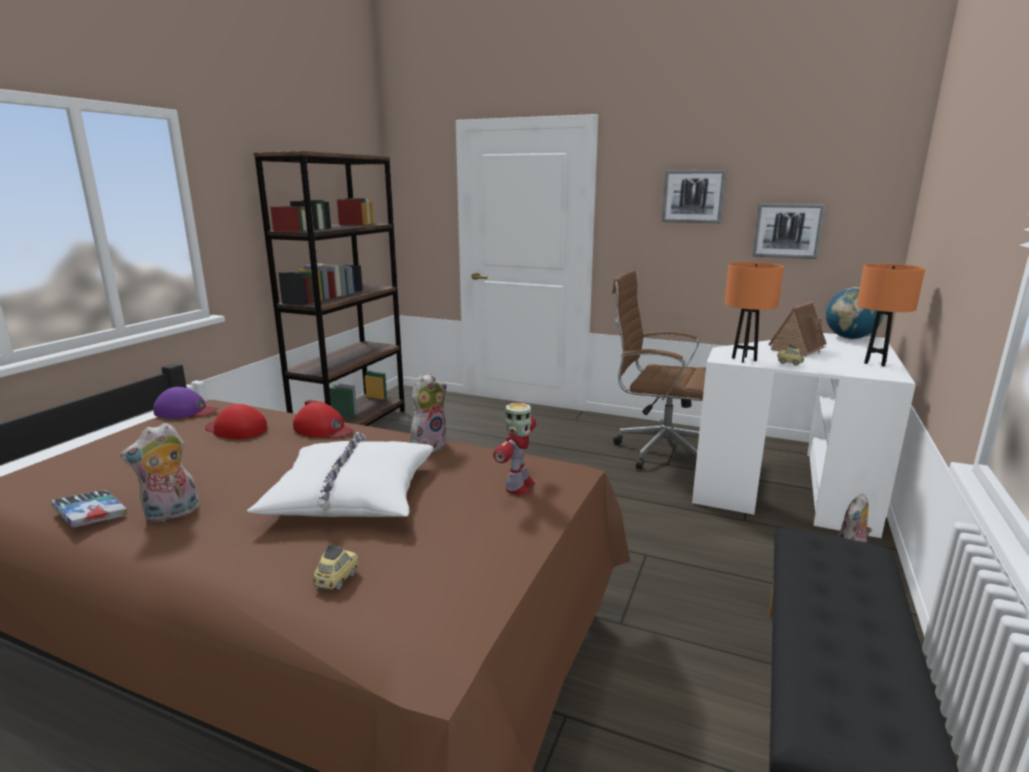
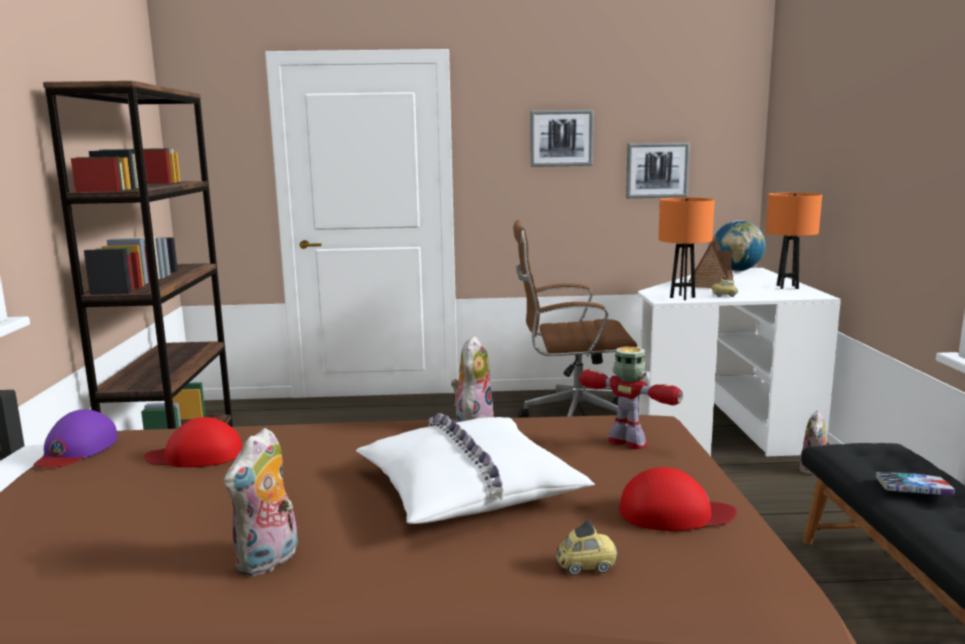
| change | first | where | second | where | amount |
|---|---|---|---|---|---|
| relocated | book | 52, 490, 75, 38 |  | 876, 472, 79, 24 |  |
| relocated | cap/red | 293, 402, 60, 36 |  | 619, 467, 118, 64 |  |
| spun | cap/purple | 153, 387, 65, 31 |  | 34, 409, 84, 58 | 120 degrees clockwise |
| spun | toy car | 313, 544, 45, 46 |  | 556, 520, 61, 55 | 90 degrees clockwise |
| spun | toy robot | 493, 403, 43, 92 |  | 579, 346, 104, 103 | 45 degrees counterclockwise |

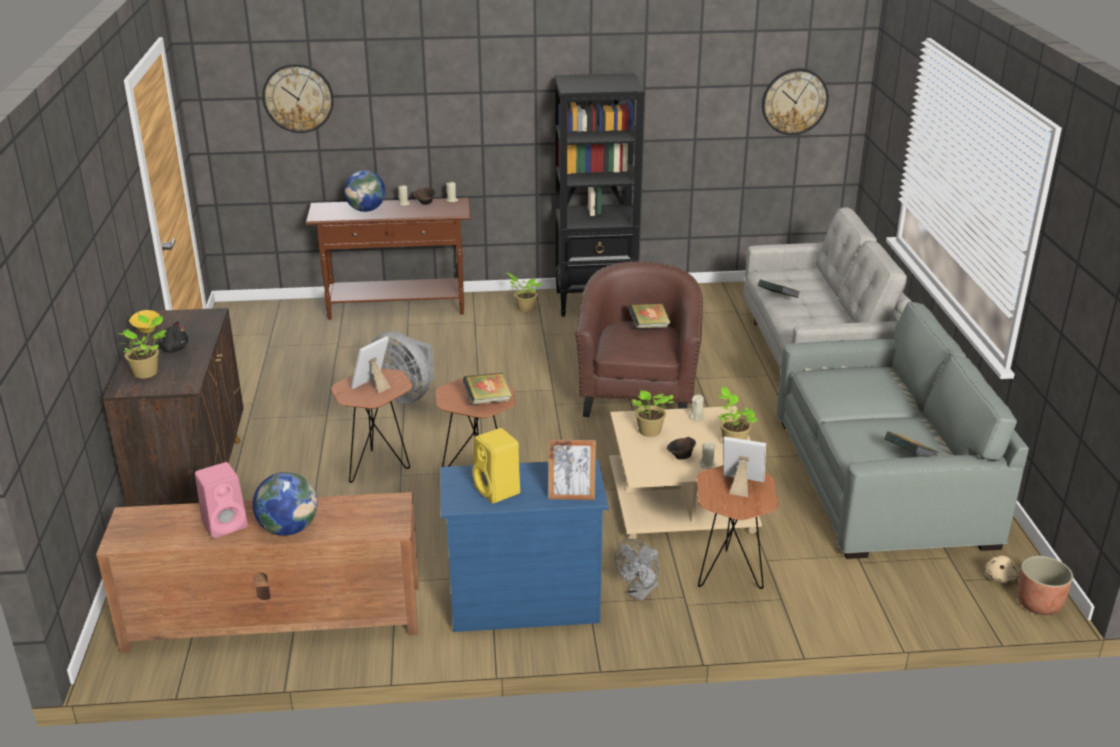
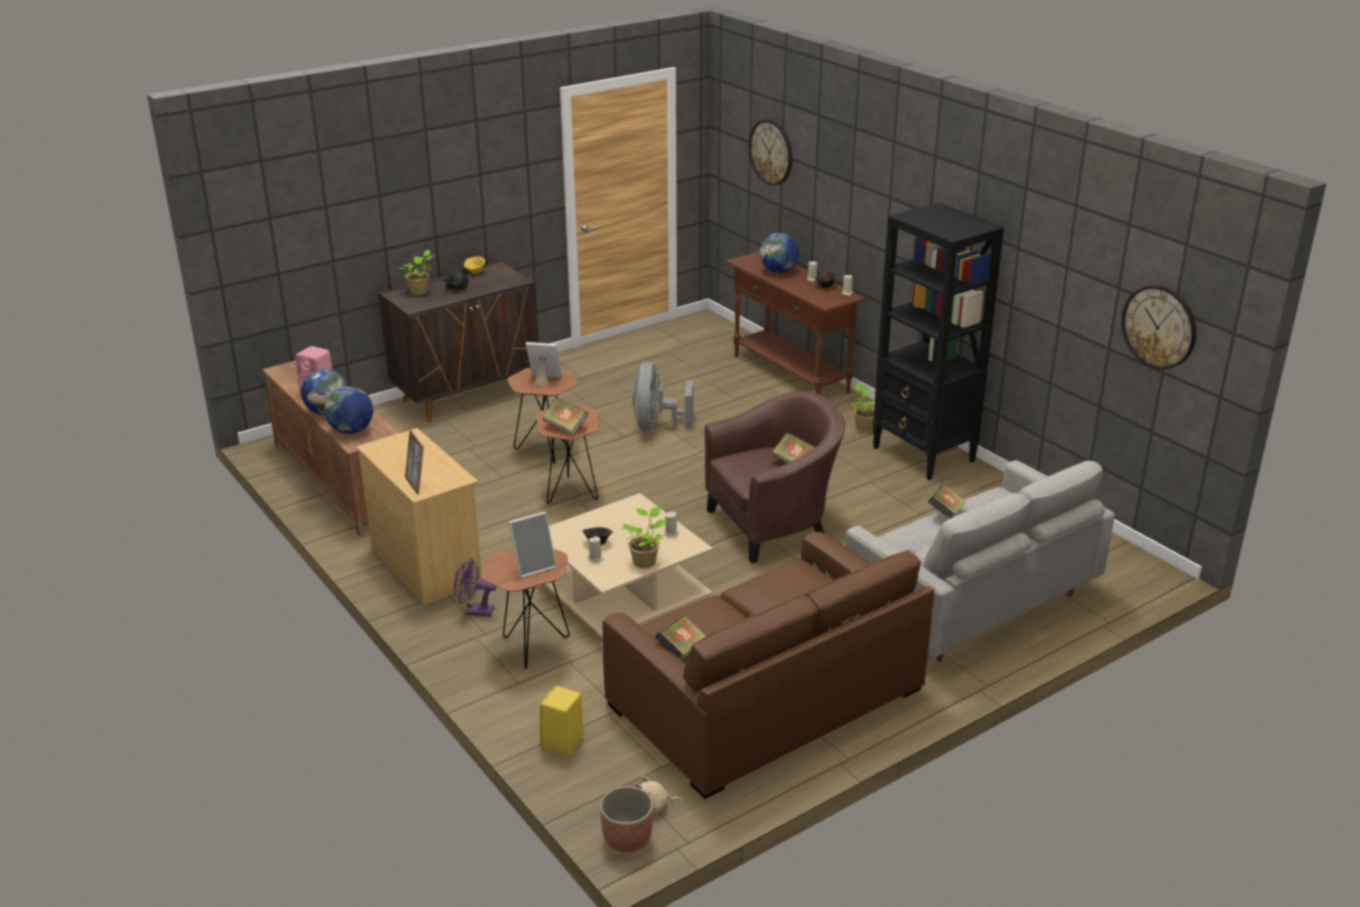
| change | first | where | second | where | amount |
|---|---|---|---|---|---|
| missing | potted plant | 632, 390, 42, 47 |  |  |  |
| appeared |  |  | globe | 324, 386, 49, 48 |  |
| relocated | speaker/yellow | 472, 428, 48, 76 |  | 539, 686, 45, 70 |  |
| colour | dresser/blue | 440, 459, 169, 173 | dresser/beige | 356, 428, 126, 177 |  |
| colour | fan/grey | 615, 539, 45, 62 | fan/purple | 454, 558, 43, 59 |  |
| colour | sofa/grey | 777, 301, 252, 258 | sofa/brown | 602, 532, 332, 267 |  |
| spun | picture frame | 723, 437, 43, 60 |  | 509, 512, 48, 66 | 75 degrees clockwise |

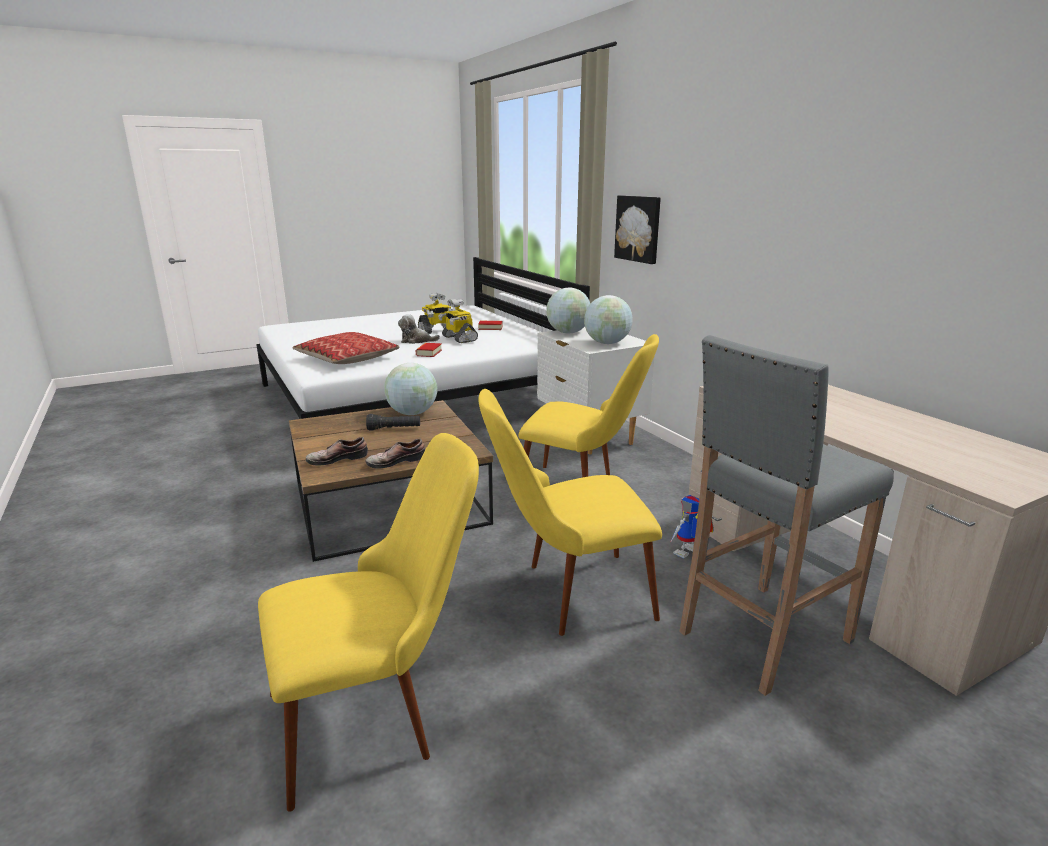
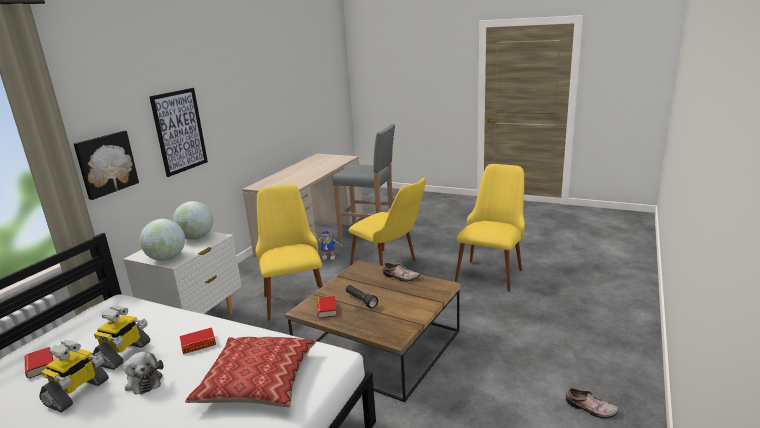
| change | first | where | second | where | amount |
|---|---|---|---|---|---|
| appeared |  |  | picture | 149, 88, 59, 89 |  |
| relocated | shoe | 306, 437, 62, 29 |  | 566, 387, 53, 32 |  |
| exchanged | globe | 384, 363, 53, 52 | book | 317, 296, 20, 22 |  |
| spun | chair/yellow | 258, 433, 221, 379 |  | 455, 164, 70, 128 | 90 degrees clockwise |
| spun | toy robot | 418, 293, 37, 41 |  | 39, 340, 70, 73 | 90 degrees clockwise |

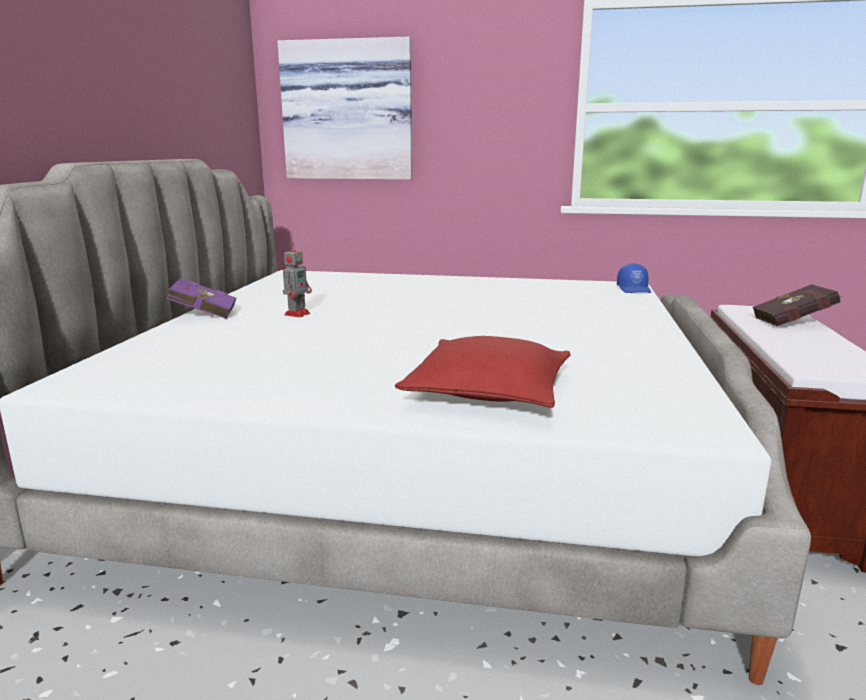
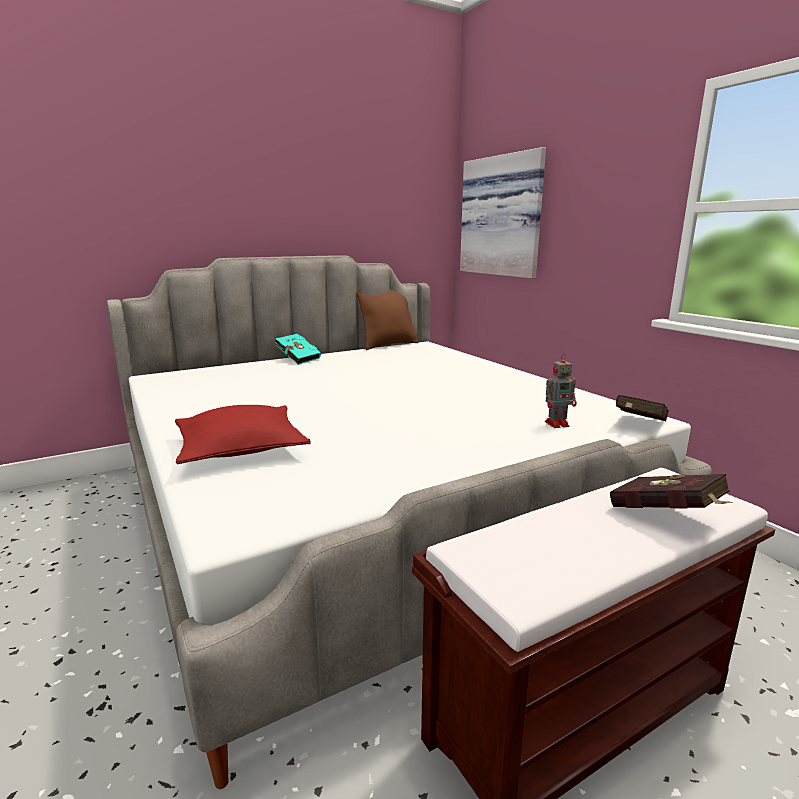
| change | first | where | second | where | amount |
|---|---|---|---|---|---|
| appeared |  |  | pillow/brown | 356, 290, 63, 60 |  |
| relocated | toy robot | 283, 242, 29, 75 |  | 545, 353, 32, 75 |  |
| exchanged | cap/blue | 617, 263, 34, 30 | book/red | 616, 395, 53, 26 |  |
| colour | book/purple | 167, 278, 69, 41 | book/turquoise | 275, 334, 46, 31 |  |

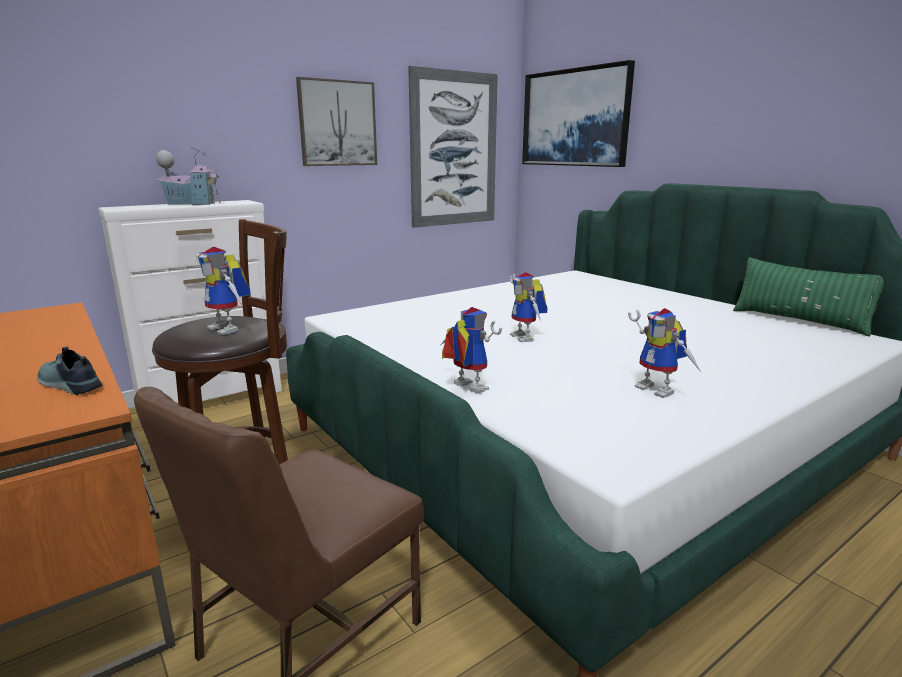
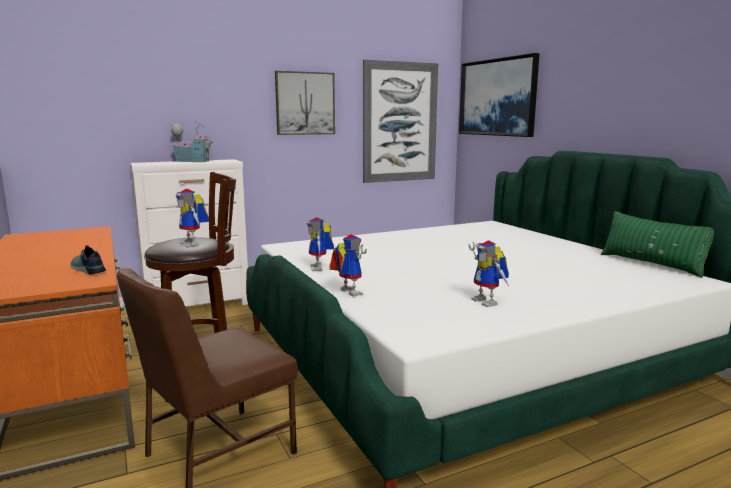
| change | first | where | second | where | amount |
|---|---|---|---|---|---|
| relocated | toy robot | 510, 272, 37, 70 |  | 307, 217, 27, 54 |  |

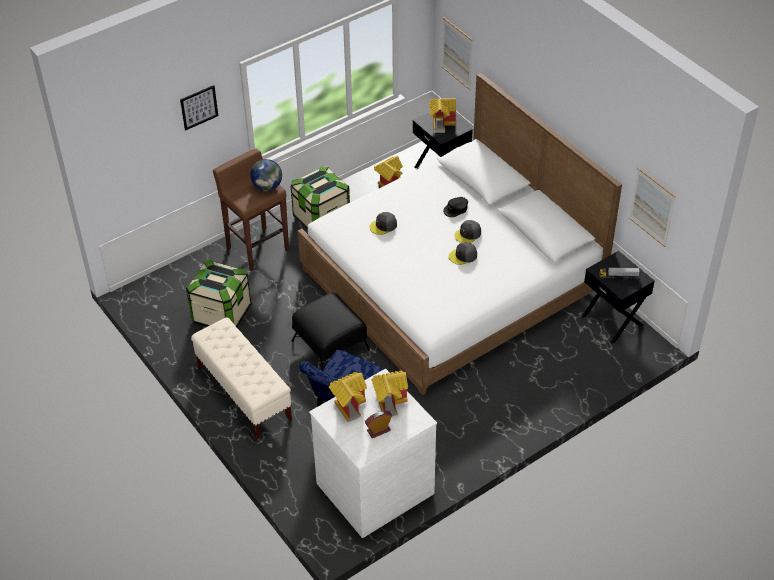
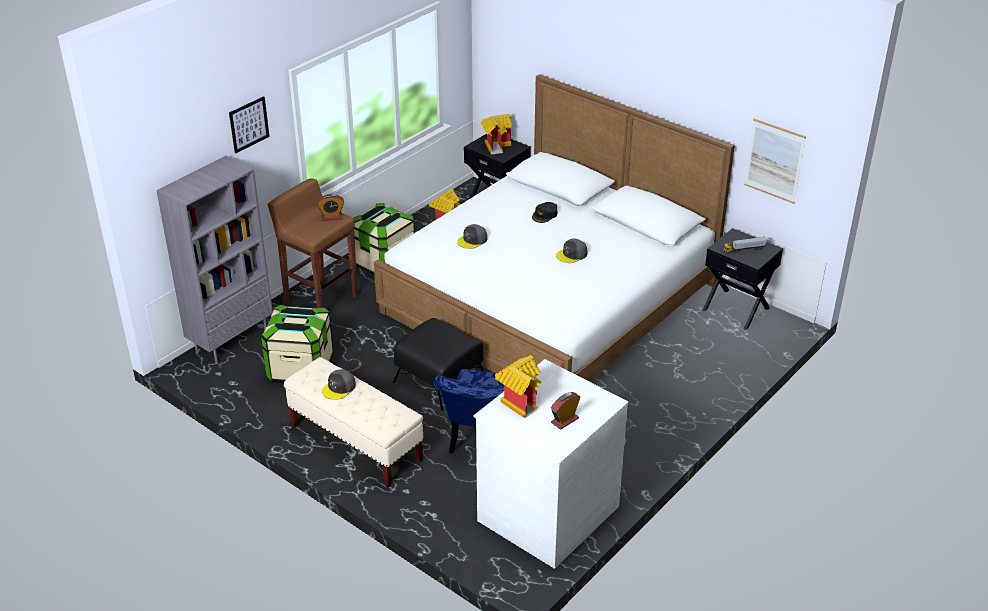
| change | first | where | second | where | amount |
|---|---|---|---|---|---|
| missing | toy house | 371, 370, 37, 46 |  |  |  |
| missing | picture | 442, 17, 31, 73 |  |  |  |
| appeared |  |  | bookcase/grey | 156, 155, 117, 209 |  |
| relocated | cap/grey | 454, 220, 27, 23 |  | 322, 369, 34, 31 |  |
| exchanged | globe | 250, 159, 32, 32 | alarm clock | 317, 194, 27, 27 |  |

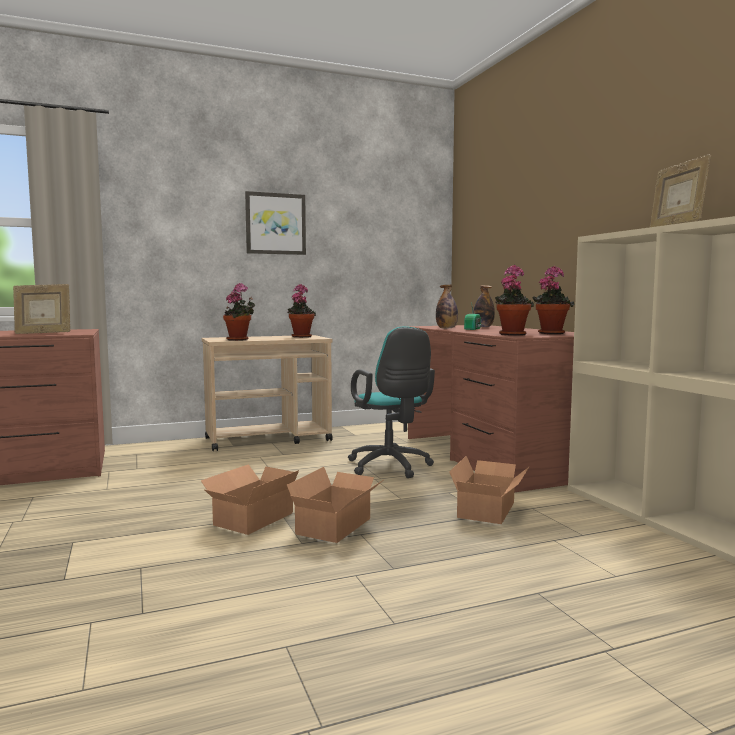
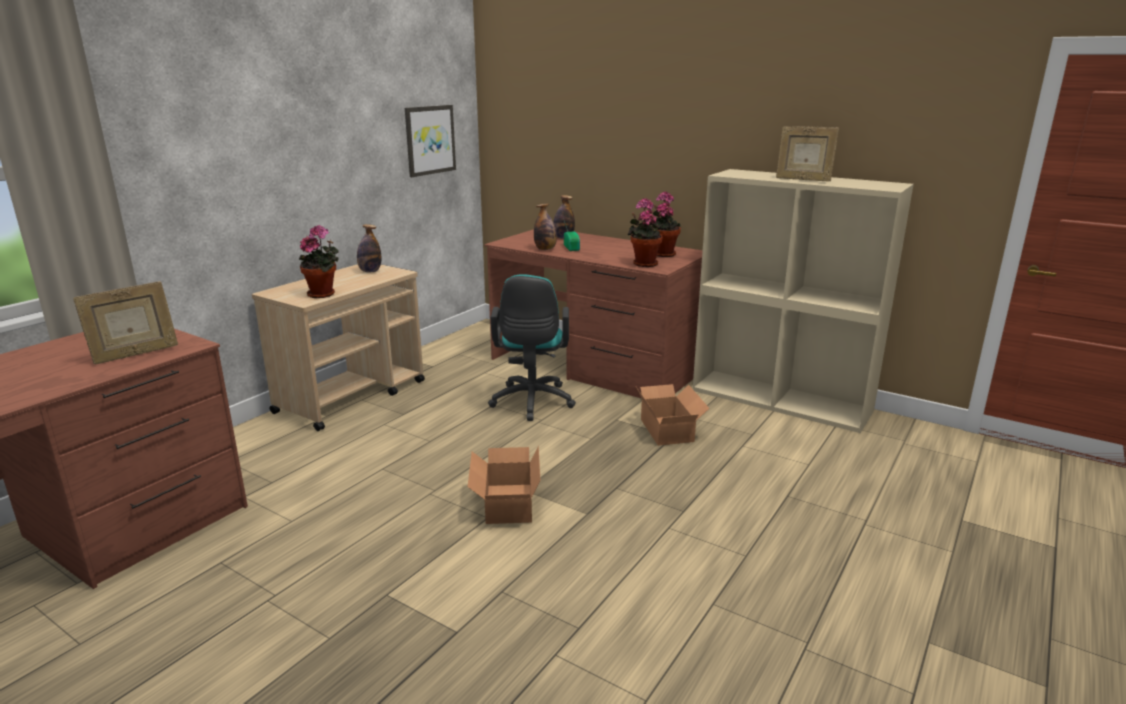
| change | first | where | second | where | amount |
|---|---|---|---|---|---|
| missing | cardboard box | 287, 467, 96, 76 |  |  |  |
| relocated | picture | 245, 191, 61, 64 |  | 405, 105, 51, 72 |  |
| exchanged | potted plant | 288, 284, 28, 54 | bottle | 357, 224, 24, 48 |  |
| spun | office chair/turquoise | 348, 327, 87, 151 |  | 488, 274, 88, 147 | 60 degrees clockwise |

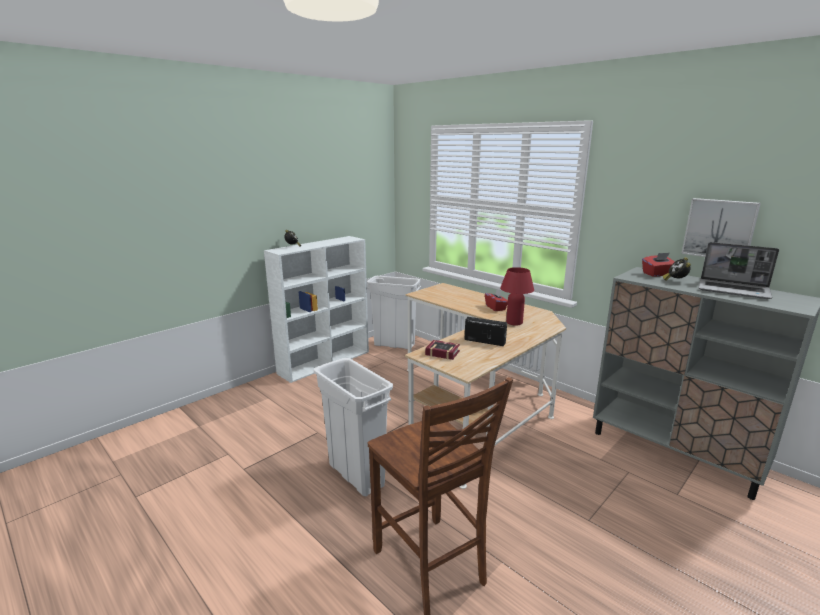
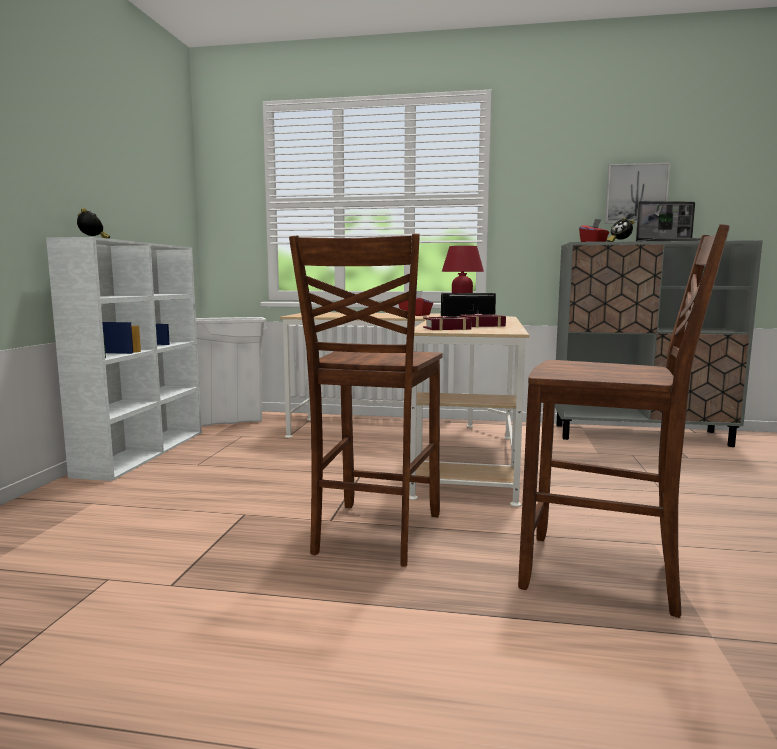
| change | first | where | second | where | amount |
|---|---|---|---|---|---|
| appeared |  |  | book | 460, 314, 46, 13 |  |
| exchanged | trash can/white | 314, 358, 79, 139 | chair/brown | 289, 233, 153, 334 |  |

